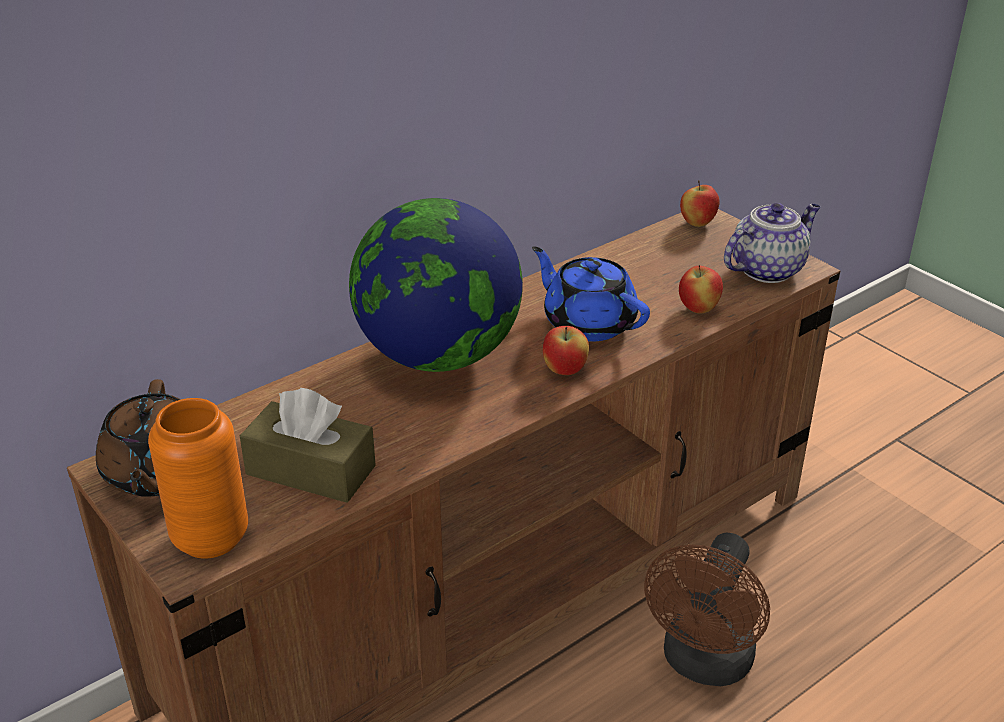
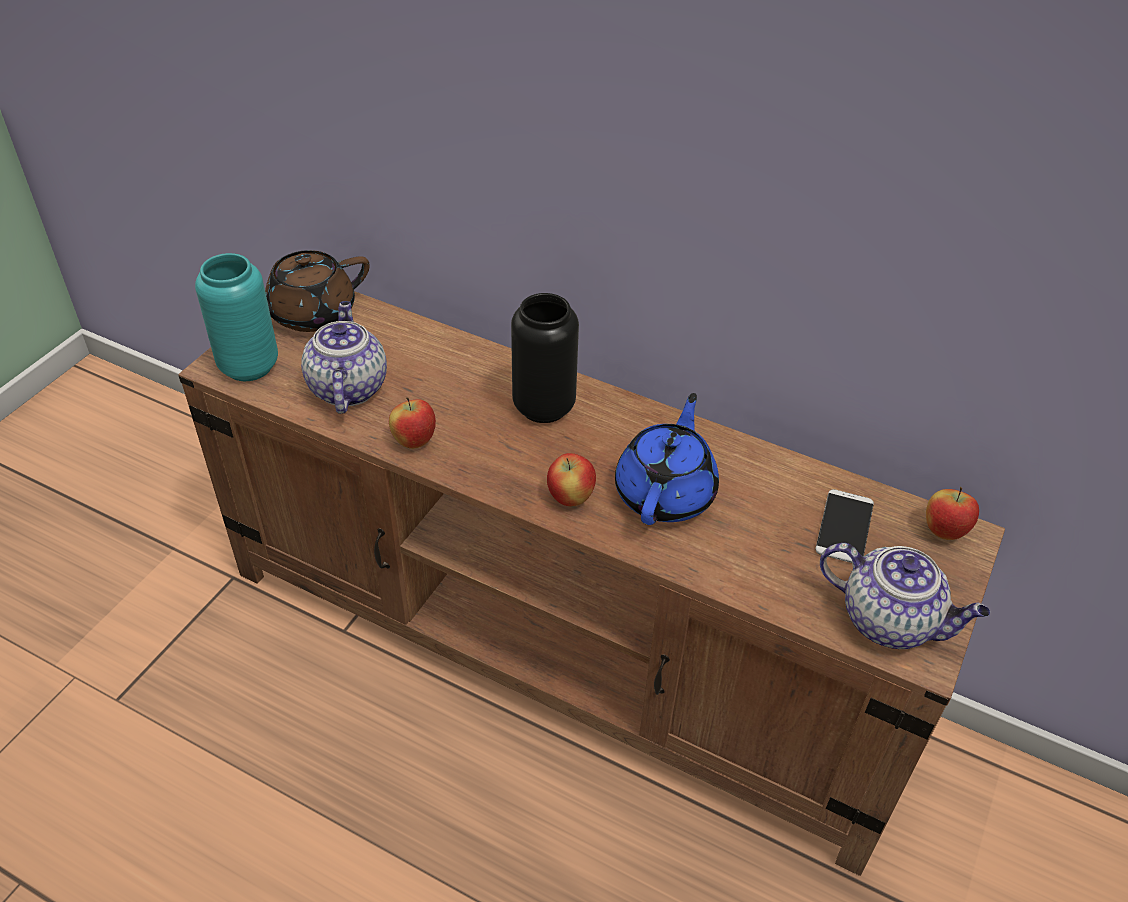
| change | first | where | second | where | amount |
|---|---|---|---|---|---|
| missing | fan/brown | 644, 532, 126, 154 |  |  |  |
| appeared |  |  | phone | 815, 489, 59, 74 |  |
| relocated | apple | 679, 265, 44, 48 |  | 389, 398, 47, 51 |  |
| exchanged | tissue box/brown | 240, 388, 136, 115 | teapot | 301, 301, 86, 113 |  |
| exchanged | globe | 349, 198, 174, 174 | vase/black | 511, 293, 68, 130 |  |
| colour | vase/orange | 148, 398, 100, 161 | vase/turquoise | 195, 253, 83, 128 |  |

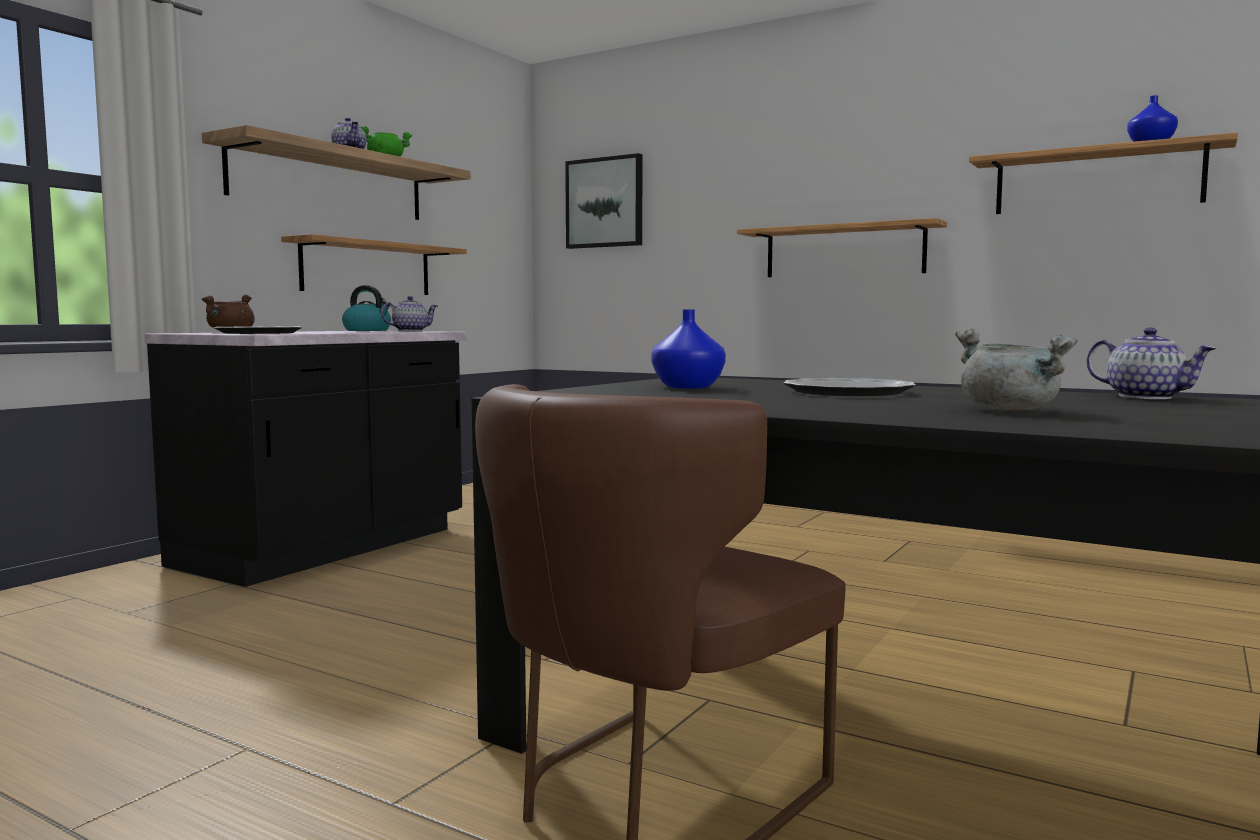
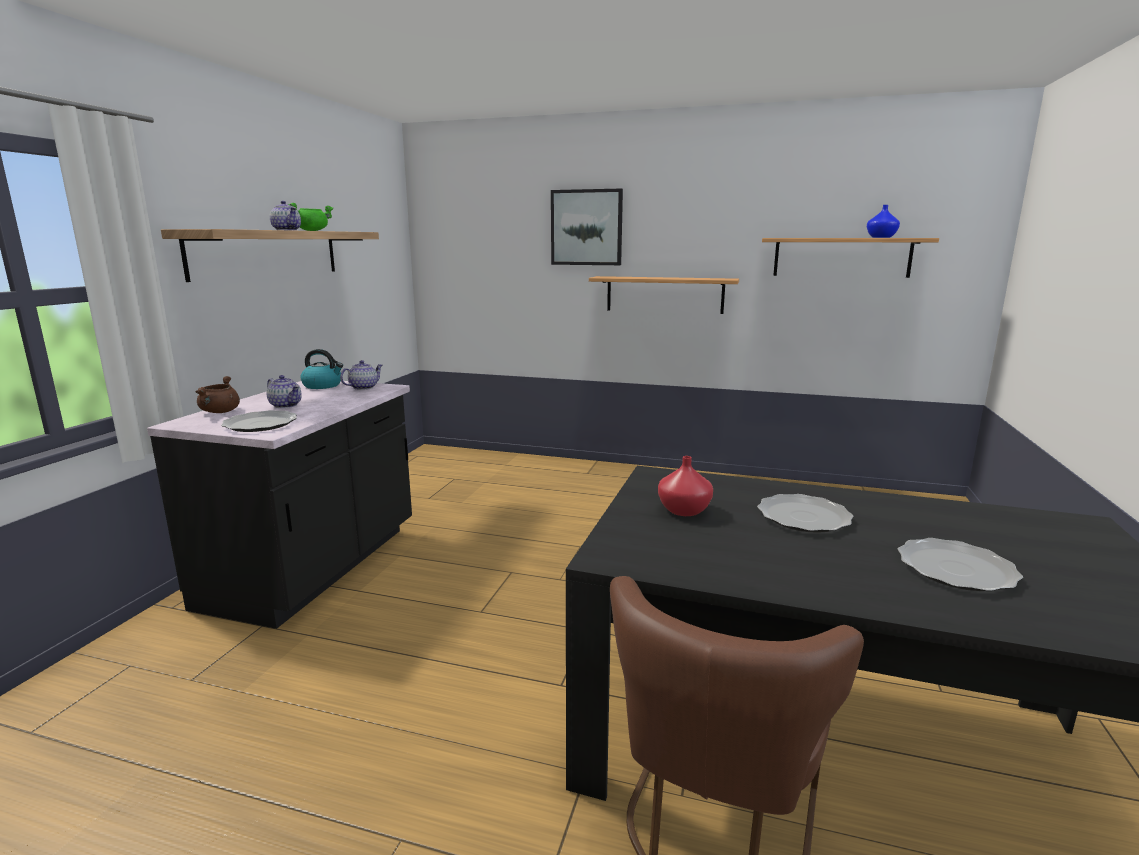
| change | first | where | second | where | amount |
|---|---|---|---|---|---|
| missing | shelf | 281, 234, 186, 61 |  |  |  |
| relocated | picture | 565, 153, 77, 96 |  | 551, 188, 72, 77 |  |
| relocated | teapot | 1087, 328, 129, 71 |  | 266, 375, 36, 33 |  |
| exchanged | cooking pot/grey | 955, 329, 122, 82 | plate | 897, 538, 126, 53 |  |
| colour | vase/blue | 651, 309, 75, 80 | vase/red | 658, 456, 55, 60 |  |

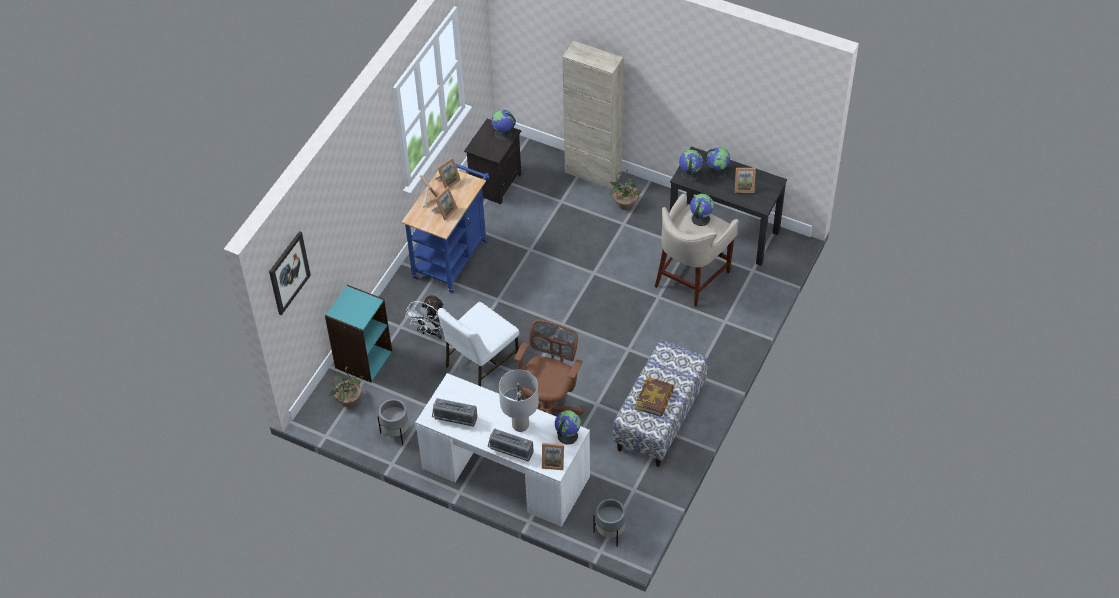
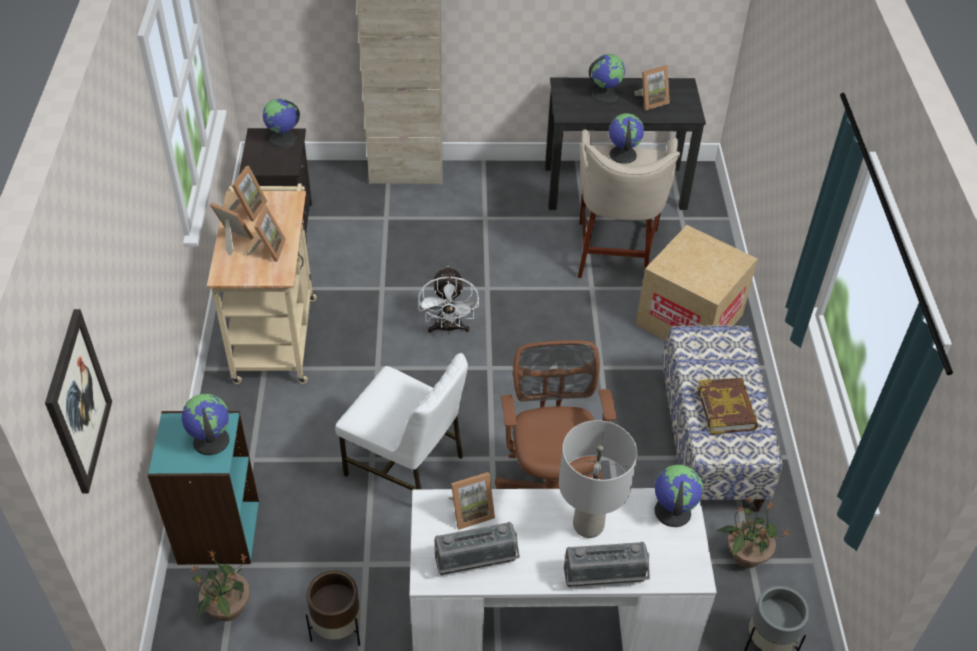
| change | first | where | second | where | amount |
|---|---|---|---|---|---|
| appeared |  |  | cardboard box | 636, 225, 122, 116 |  |
| relocated | fan/white | 406, 294, 38, 45 |  | 418, 266, 61, 68 |  |
| relocated | picture frame | 542, 443, 22, 27 |  | 448, 472, 47, 58 |  |
| relocated | potted plant | 609, 169, 32, 41 |  | 716, 496, 75, 72 |  |
| relocated | globe | 679, 150, 24, 32 |  | 181, 394, 48, 61 |  |
| colour | planter/grey | 378, 399, 31, 46 | planter/brown | 306, 571, 55, 75 |  |
| colour | cart/blue | 402, 163, 88, 130 | cart/beige | 207, 183, 110, 201 |  |
| spun | chair/white | 438, 302, 81, 84 |  | 335, 353, 133, 137 | 75 degrees counterclockwise |

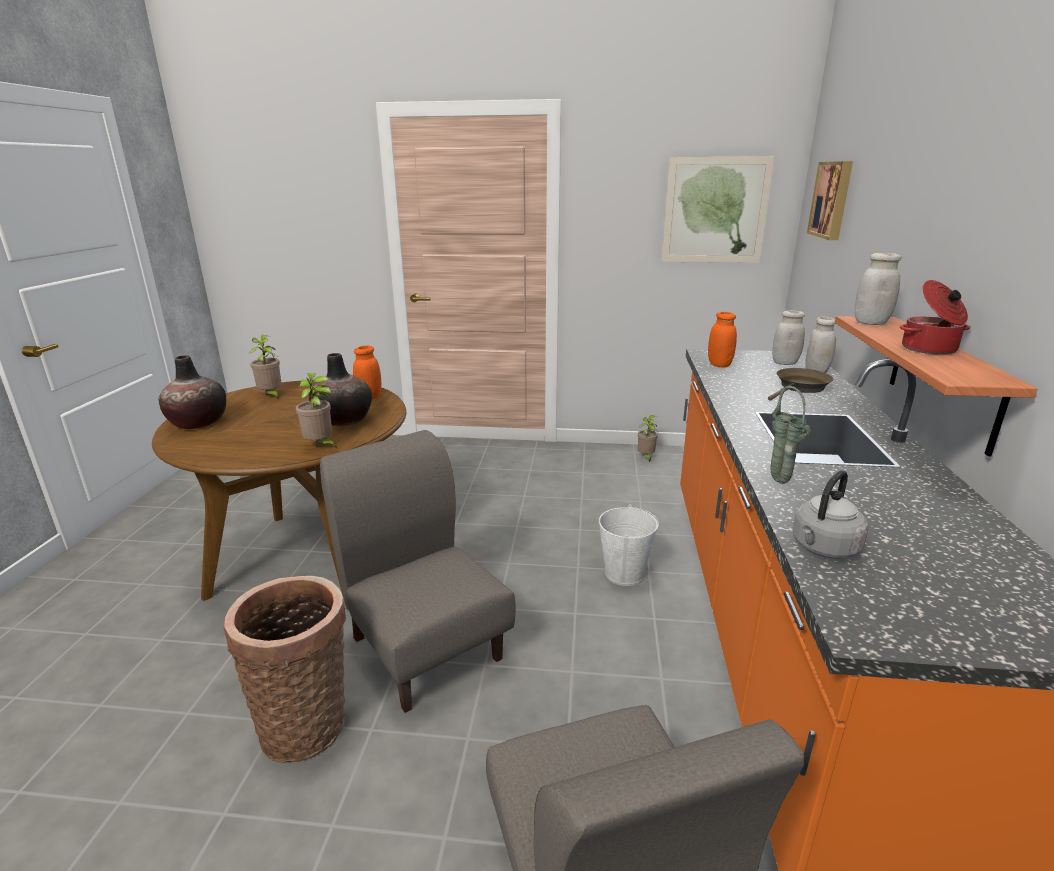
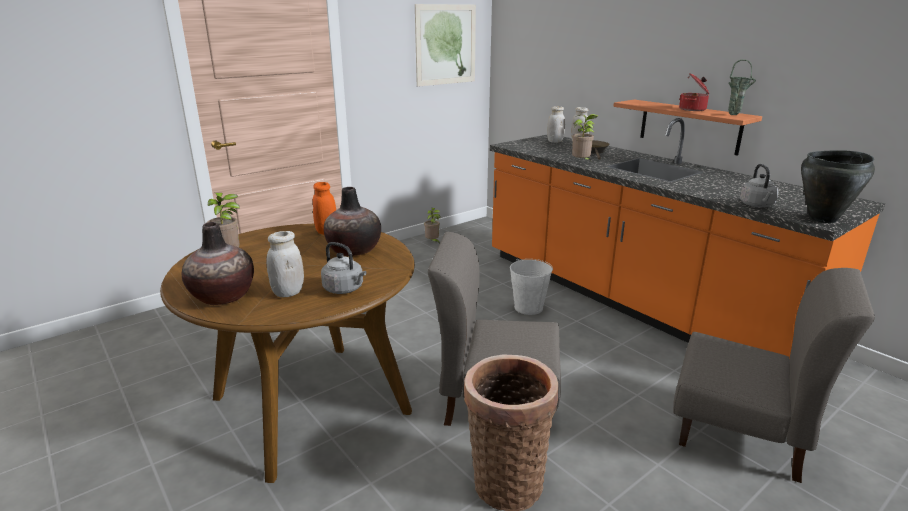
| change | first | where | second | where | amount |
|---|---|---|---|---|---|
| missing | jar/orange | 708, 312, 29, 55 |  |  |  |
| missing | picture | 807, 161, 46, 79 |  |  |  |
| appeared |  |  | kettle/grey | 321, 242, 45, 52 |  |
| appeared |  |  | cooking pot/black | 801, 150, 74, 73 |  |
| relocated | potted plant | 296, 373, 41, 75 |  | 572, 114, 26, 46 |  |
| relocated | vase/green | 771, 386, 40, 98 |  | 728, 59, 28, 56 |  |
| relocated | jar/white | 855, 253, 46, 72 |  | 267, 231, 37, 66 |  |

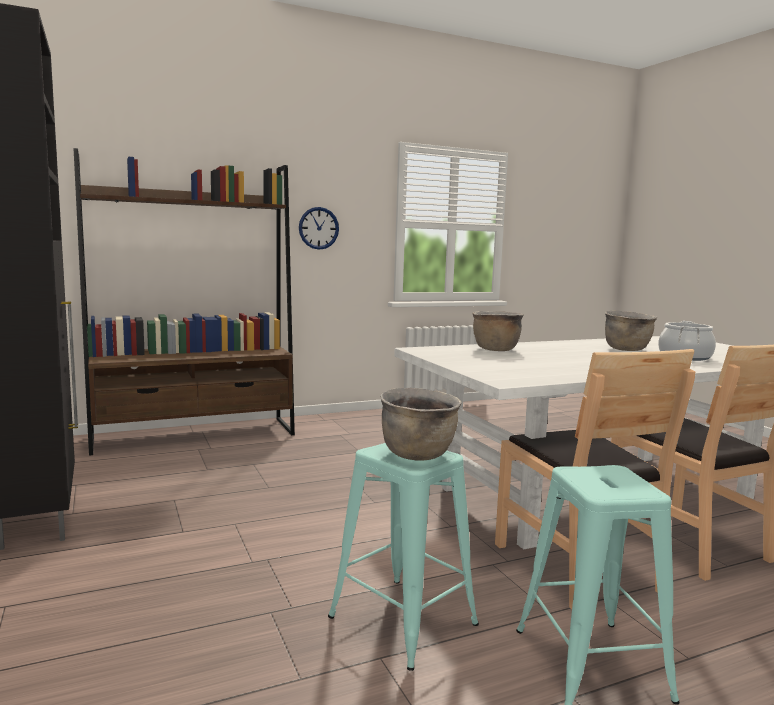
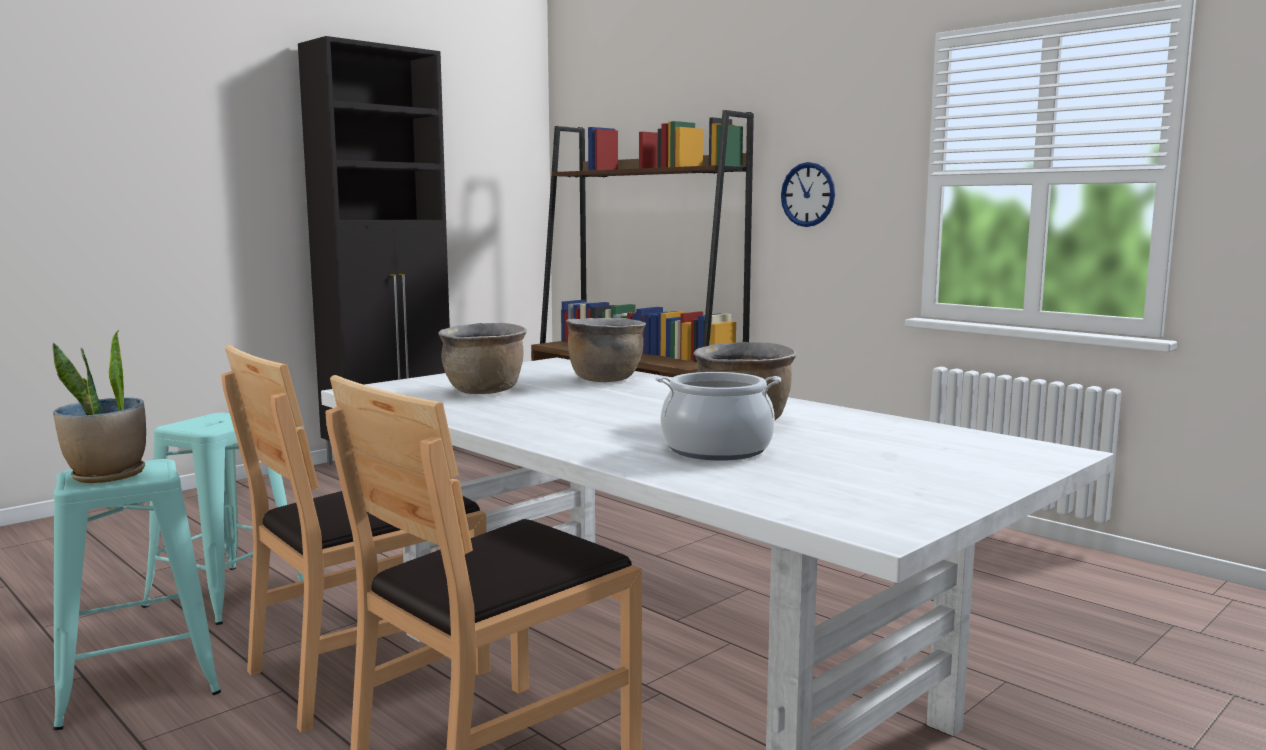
| change | first | where | second | where | amount |
|---|---|---|---|---|---|
| appeared |  |  | potted plant | 52, 330, 94, 153 |  |
| relocated | cooking pot/brown | 380, 388, 82, 73 |  | 438, 323, 89, 71 |  |

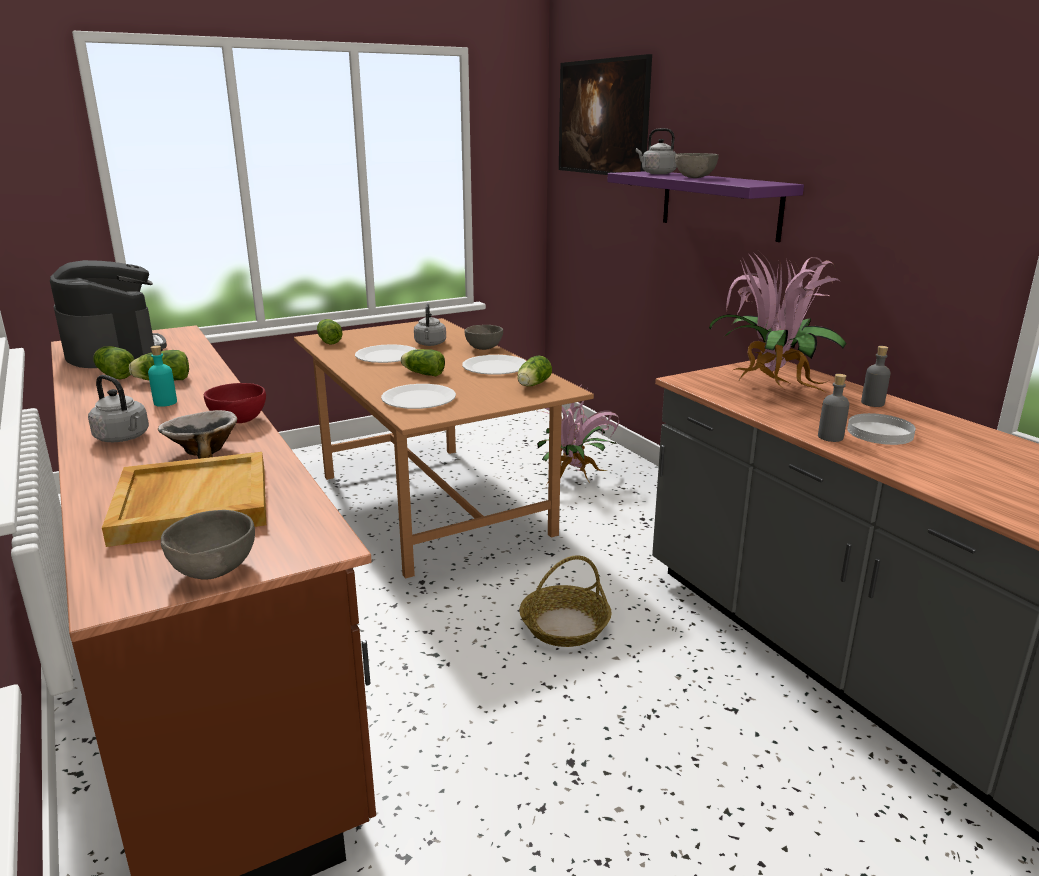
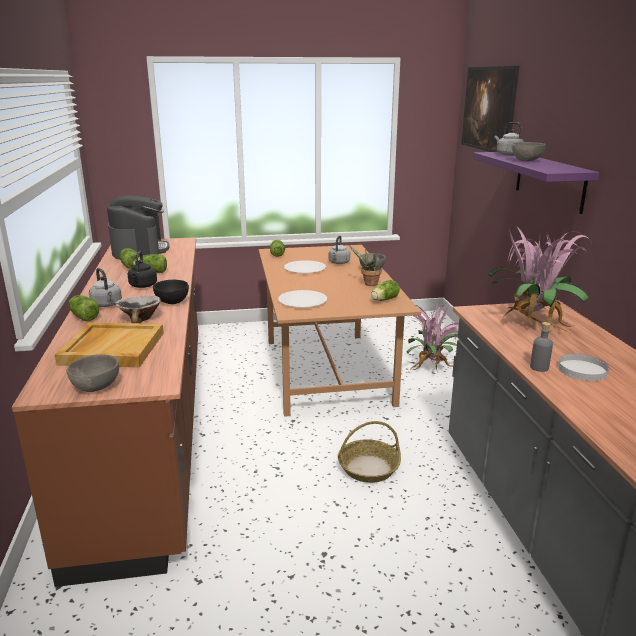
| change | first | where | second | where | amount |
|---|---|---|---|---|---|
| missing | bottle/grey | 861, 346, 30, 61 |  |  |  |
| relocated | lettuce | 401, 349, 44, 27 |  | 69, 295, 30, 26 |  |
| exchanged | bottle/turquoise | 148, 345, 29, 62 | kettle/black | 128, 251, 29, 37 |  |
| exchanged | plate/white | 462, 355, 64, 20 | potted plant | 350, 246, 32, 40 |  |
| colour | bowl/red | 204, 383, 62, 40 | bowl/black | 153, 280, 36, 24 |  |

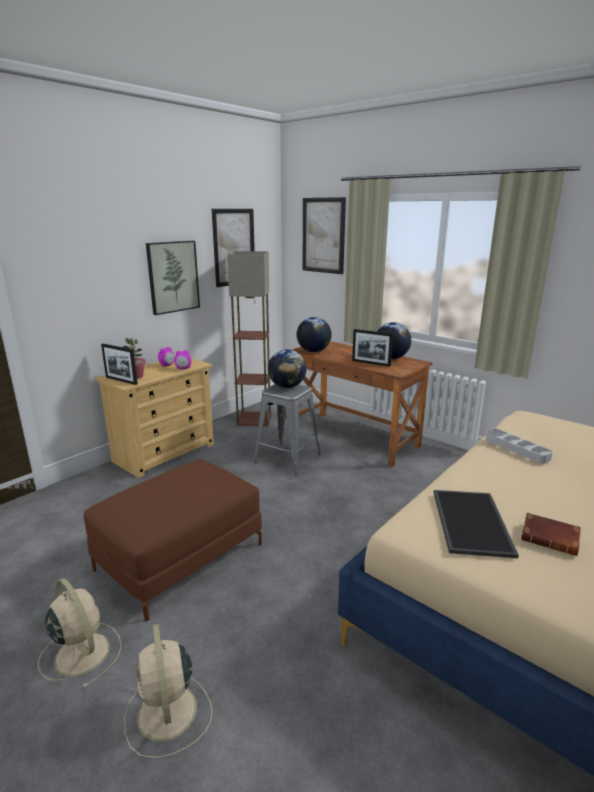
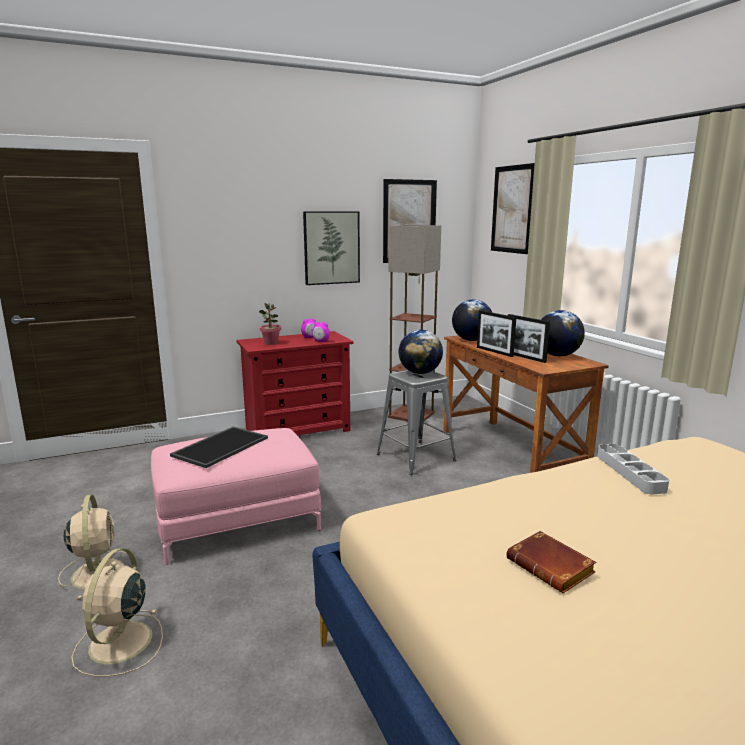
| change | first | where | second | where | amount |
|---|---|---|---|---|---|
| relocated | picture frame | 101, 344, 37, 41 |  | 477, 310, 39, 47 |  |
| relocated | tray | 433, 490, 86, 68 |  | 170, 426, 98, 42 |  |
| colour | ottoman/brown | 83, 459, 179, 162 | ottoman/pink | 151, 428, 170, 137 |  |
| colour | dresser/beige | 95, 358, 119, 120 | dresser/red | 236, 331, 118, 105 |  |

